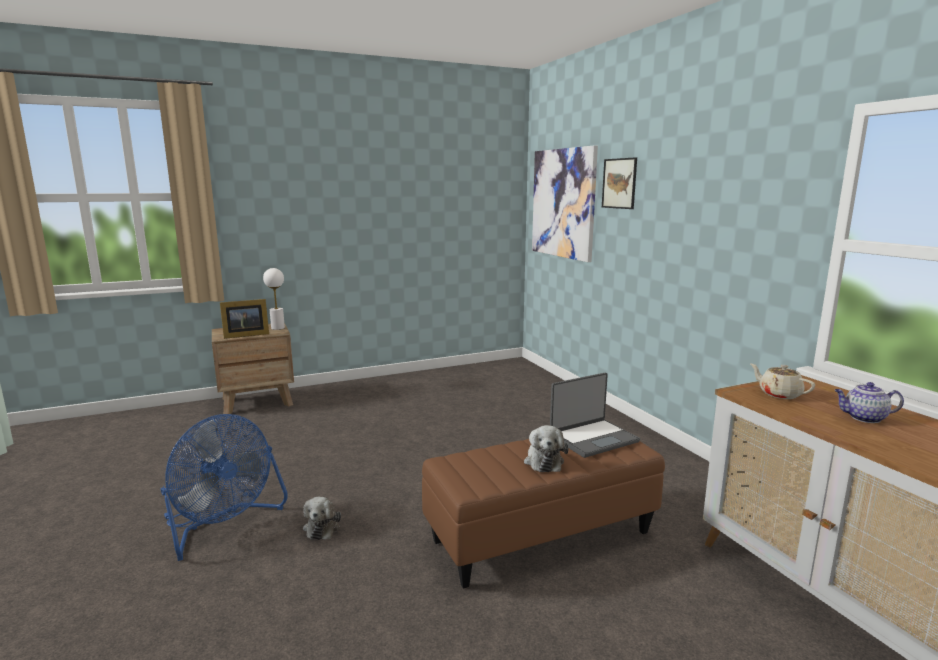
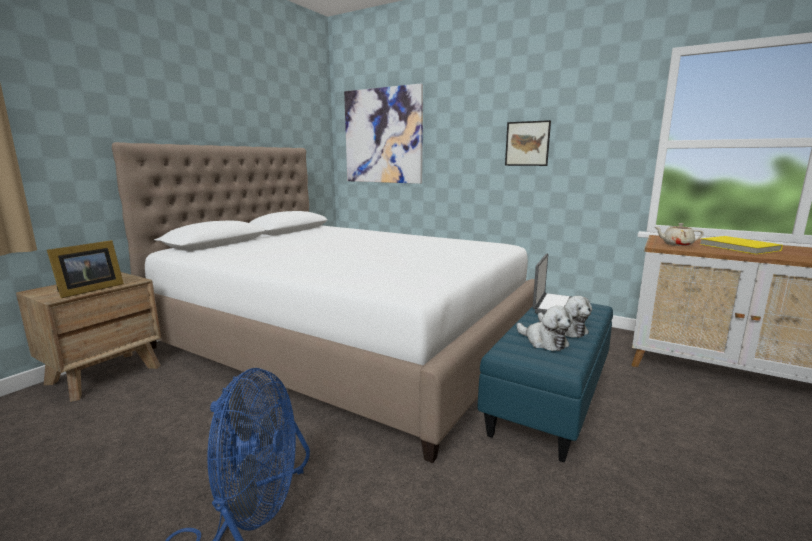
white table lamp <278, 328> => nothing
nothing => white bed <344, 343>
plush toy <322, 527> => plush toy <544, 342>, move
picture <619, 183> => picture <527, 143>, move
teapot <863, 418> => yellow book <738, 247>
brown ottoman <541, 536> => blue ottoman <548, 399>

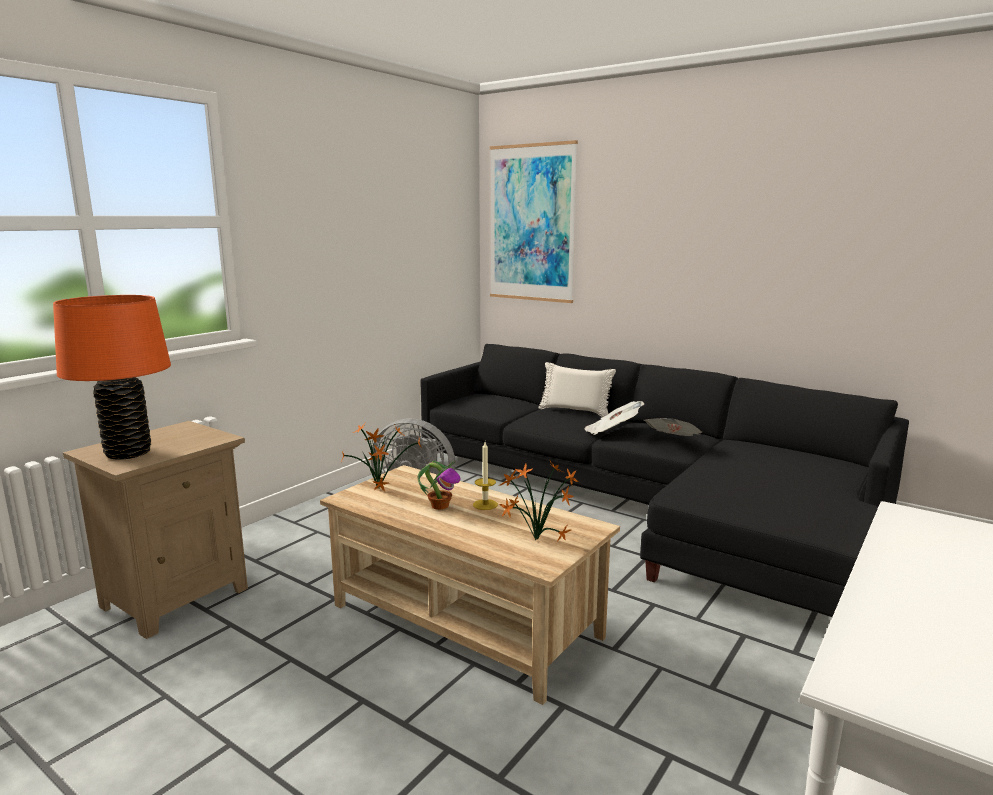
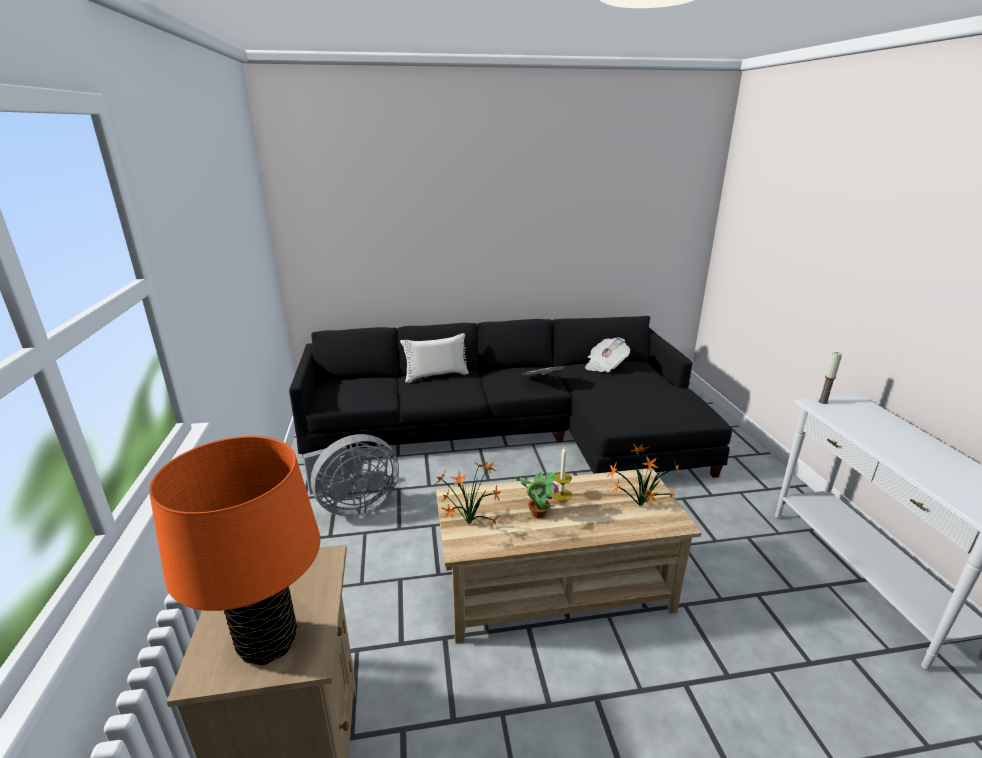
picture <532, 223> => nothing
nothing => candle <823, 402>
newspaper <612, 432> => newspaper <605, 366>, move

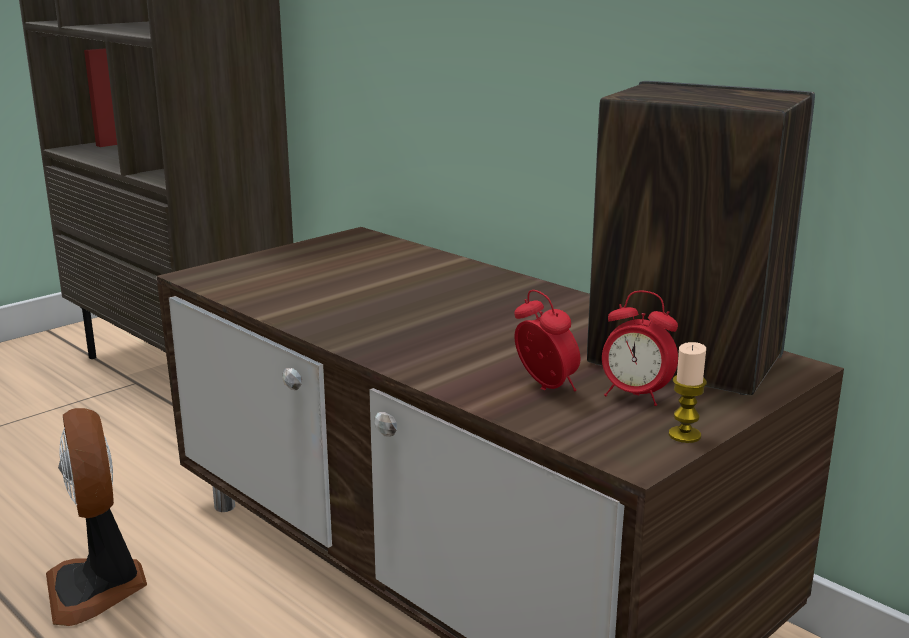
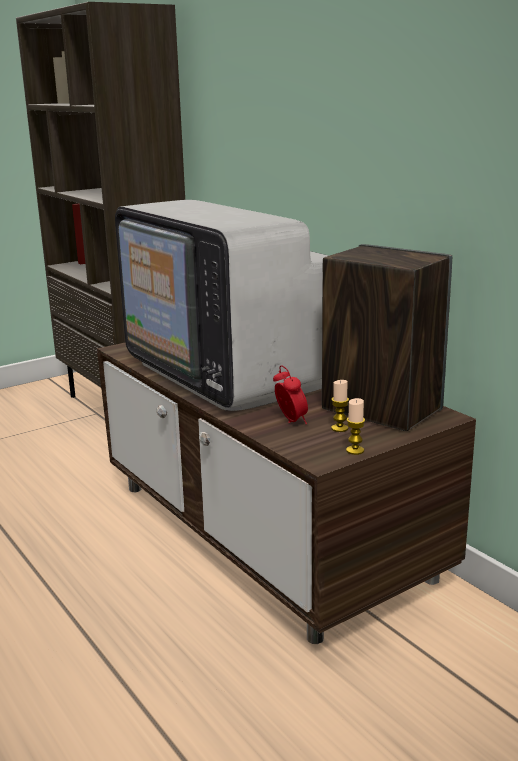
fan <98, 587> => nothing
nothing => television <230, 373>
alarm clock <635, 396> => candle <339, 428>

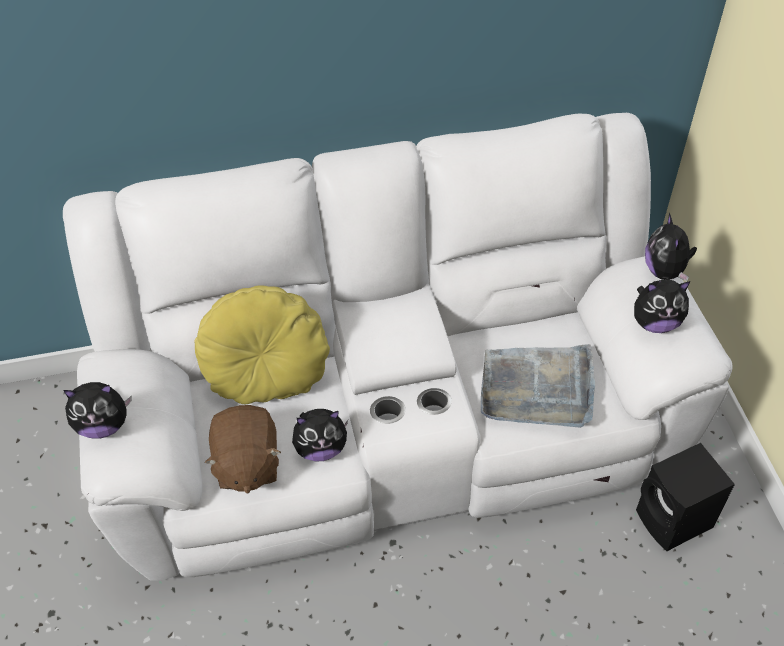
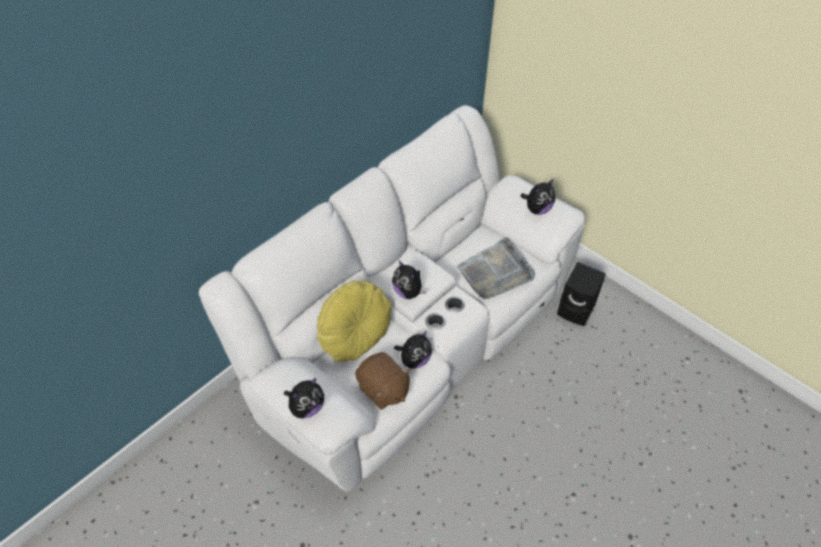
plush toy <665, 271> => plush toy <408, 292>, move

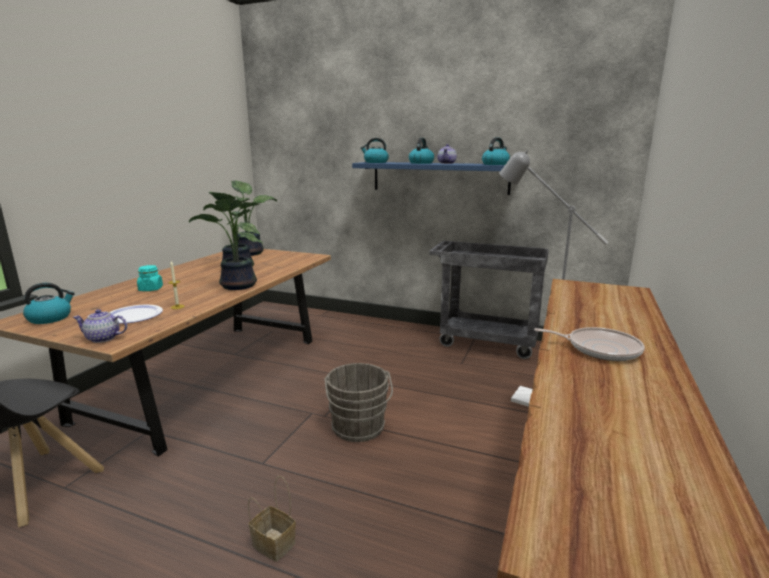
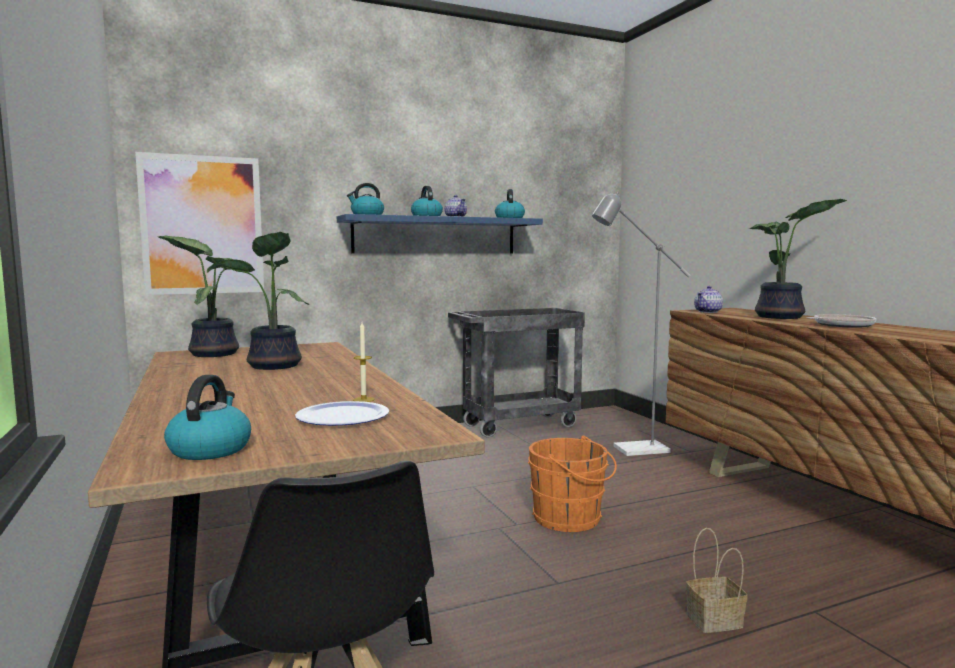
turquoise jar <151, 289> => nothing
nothing => picture <202, 225>
teapot <103, 338> => teapot <708, 312>, move
potted plant <236, 286> => potted plant <781, 317>, move
grey bucket <358, 429> => orange bucket <570, 519>

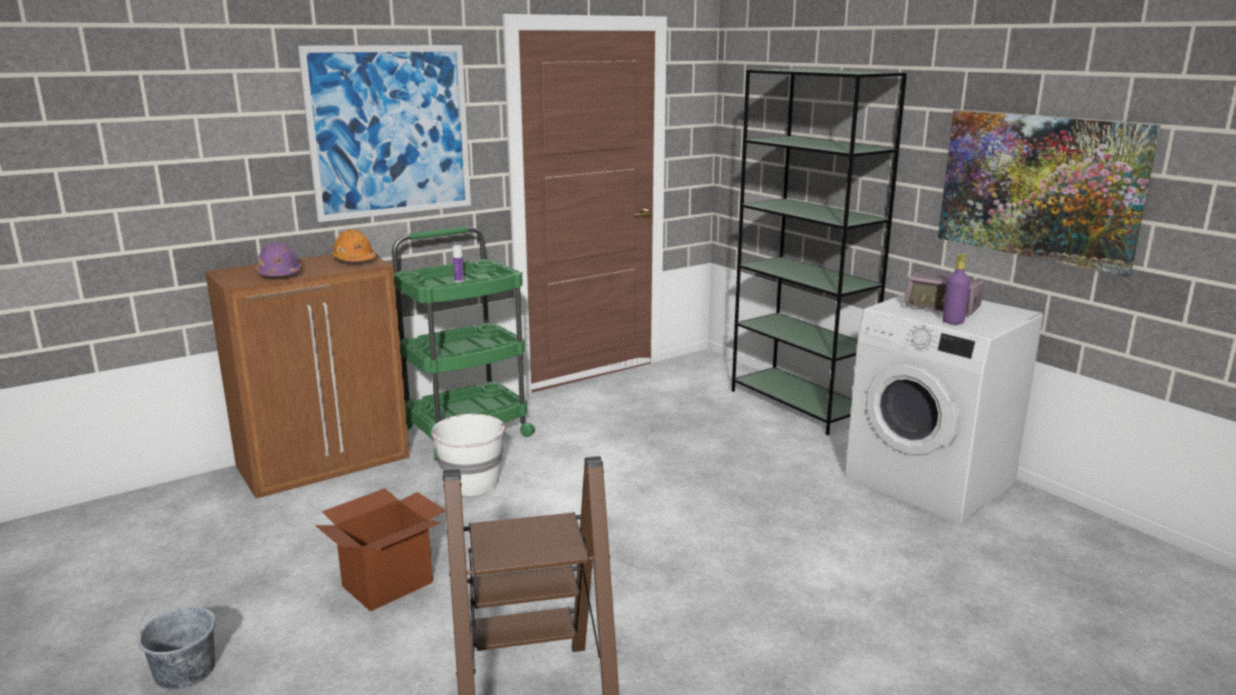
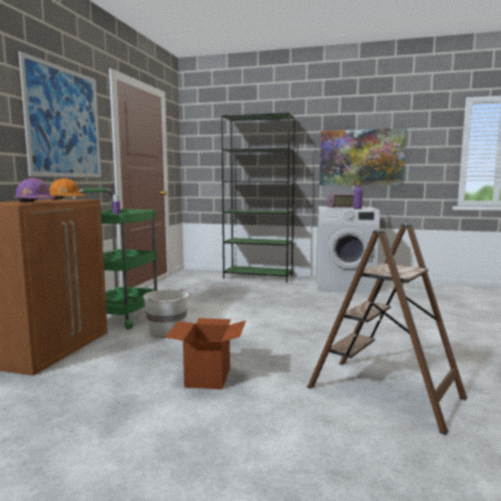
grey bucket <184, 671> => nothing

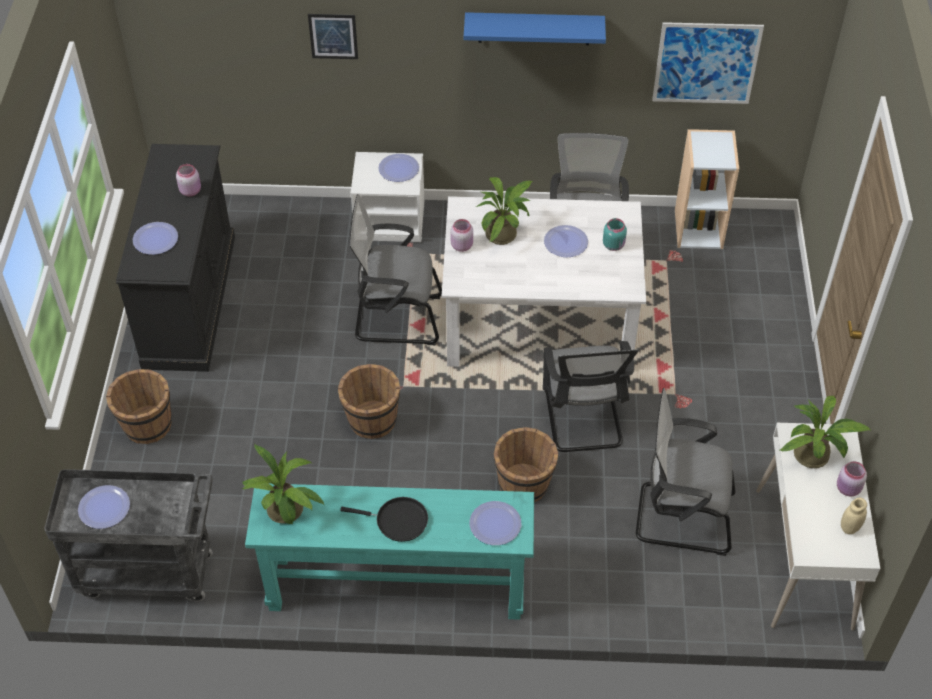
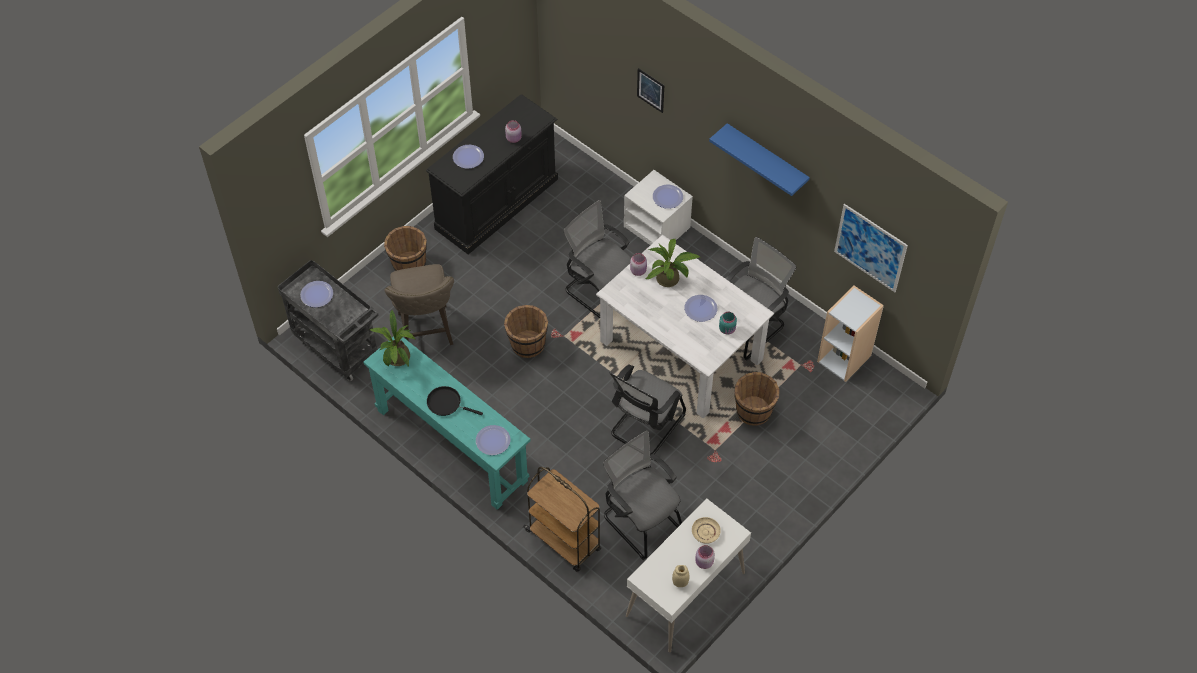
nothing => beige stool <426, 331>
nothing => brown cart <563, 541>
brown bucket <524, 485> => brown bucket <753, 411>, move
potted plant <815, 457> => beige plate <705, 532>
black frying pan <398, 521> => black frying pan <446, 403>, 150 degrees clockwise

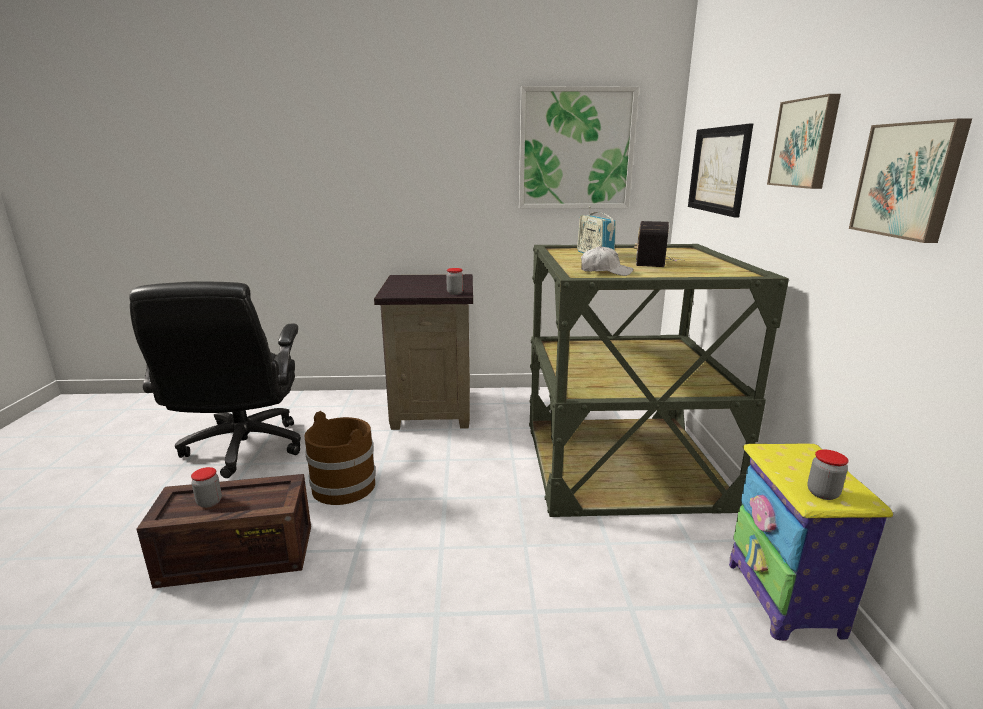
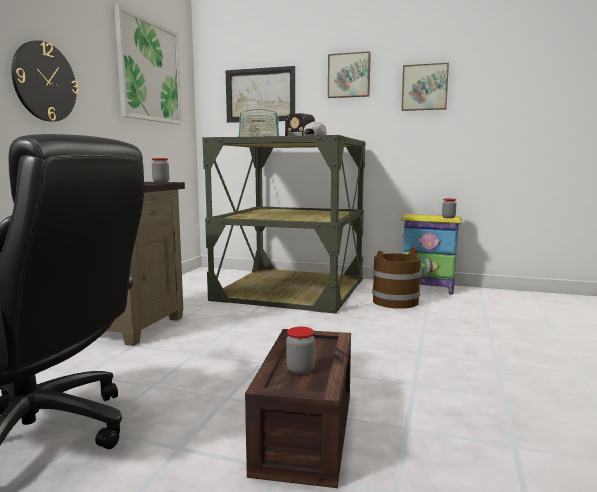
nothing => wall clock <45, 82>
brown bucket <344, 486> => brown bucket <395, 301>, move

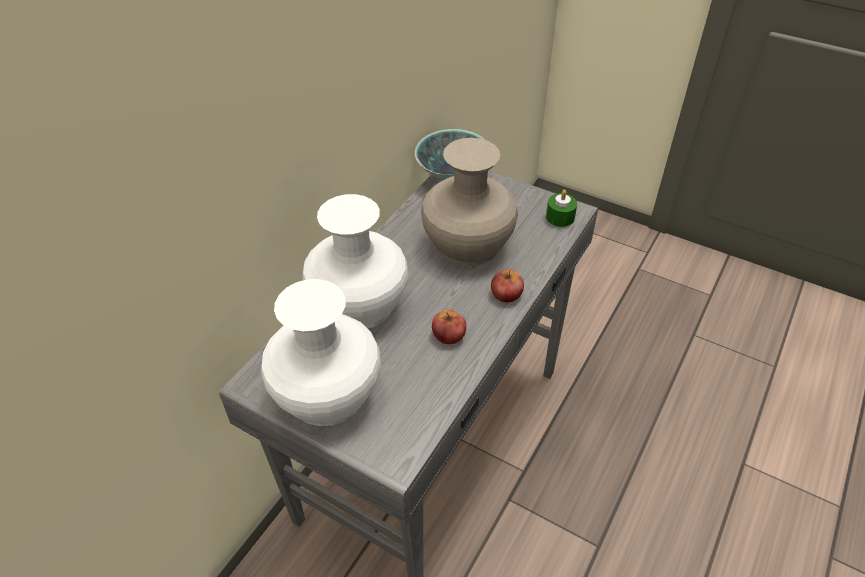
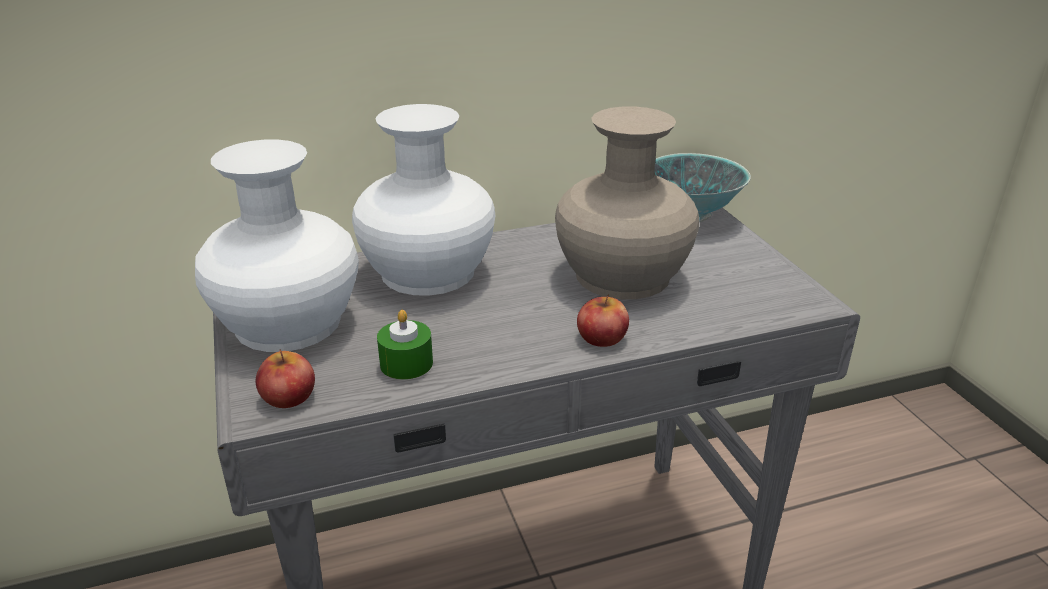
apple <448, 335> => apple <288, 396>, move
green candle <560, 217> => green candle <406, 363>, move

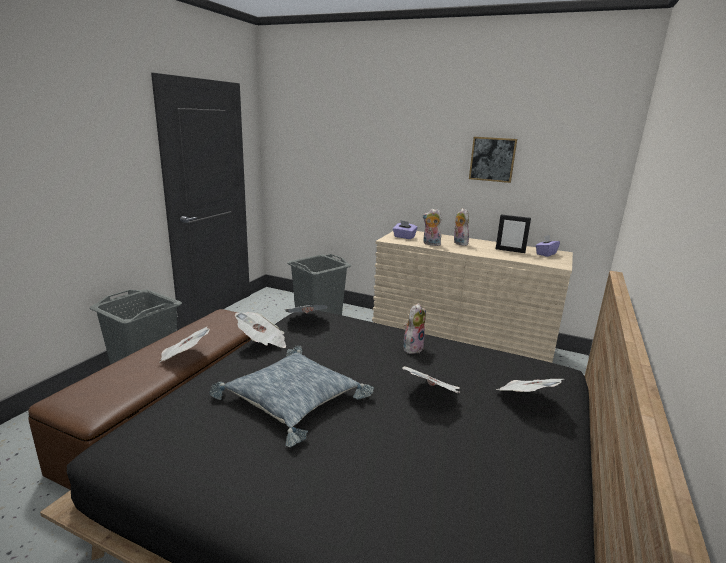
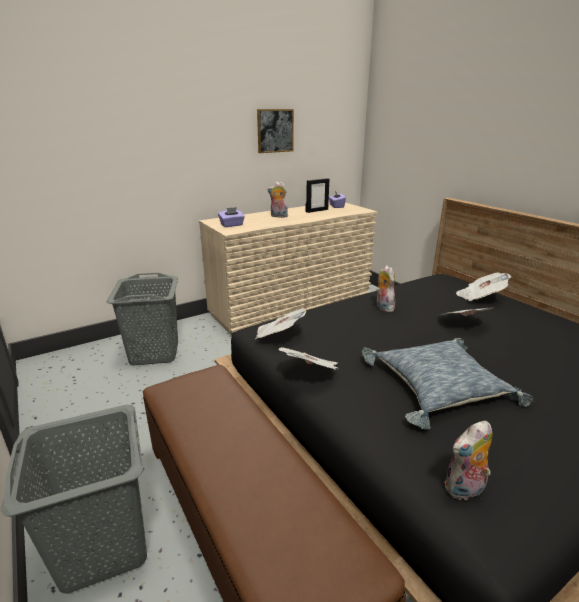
newspaper <184, 356> => nothing
plush toy <430, 244> => plush toy <464, 490>, move

